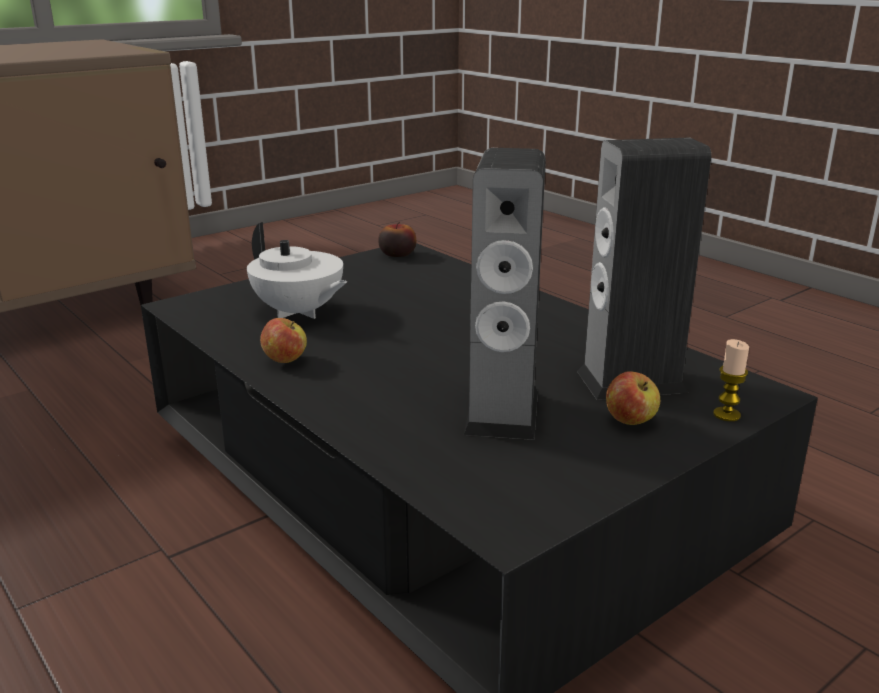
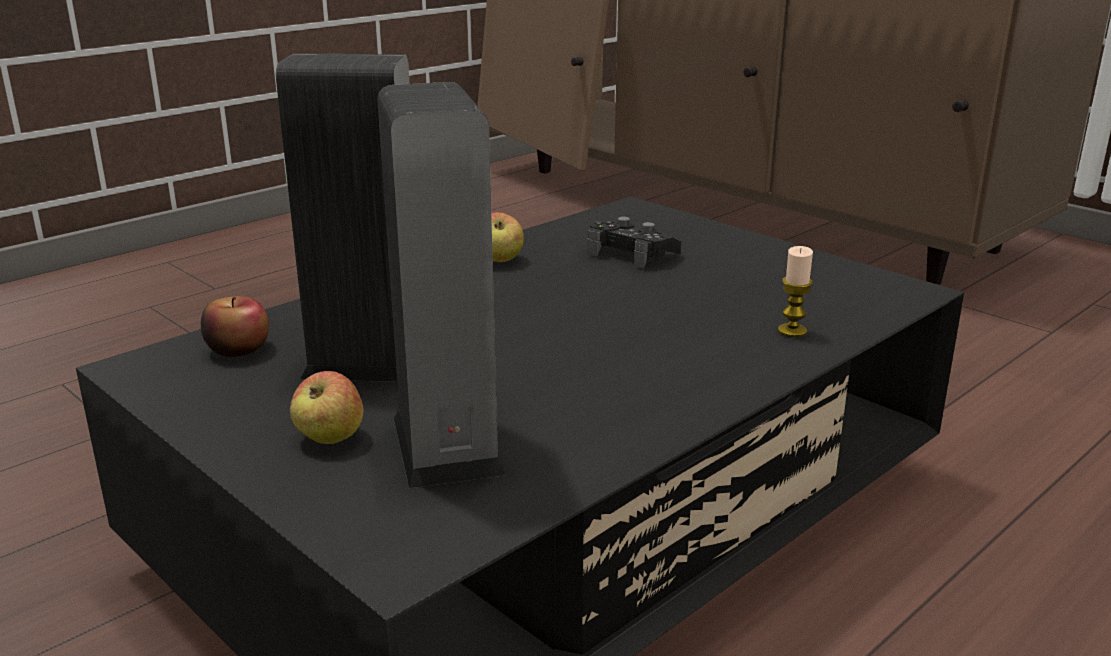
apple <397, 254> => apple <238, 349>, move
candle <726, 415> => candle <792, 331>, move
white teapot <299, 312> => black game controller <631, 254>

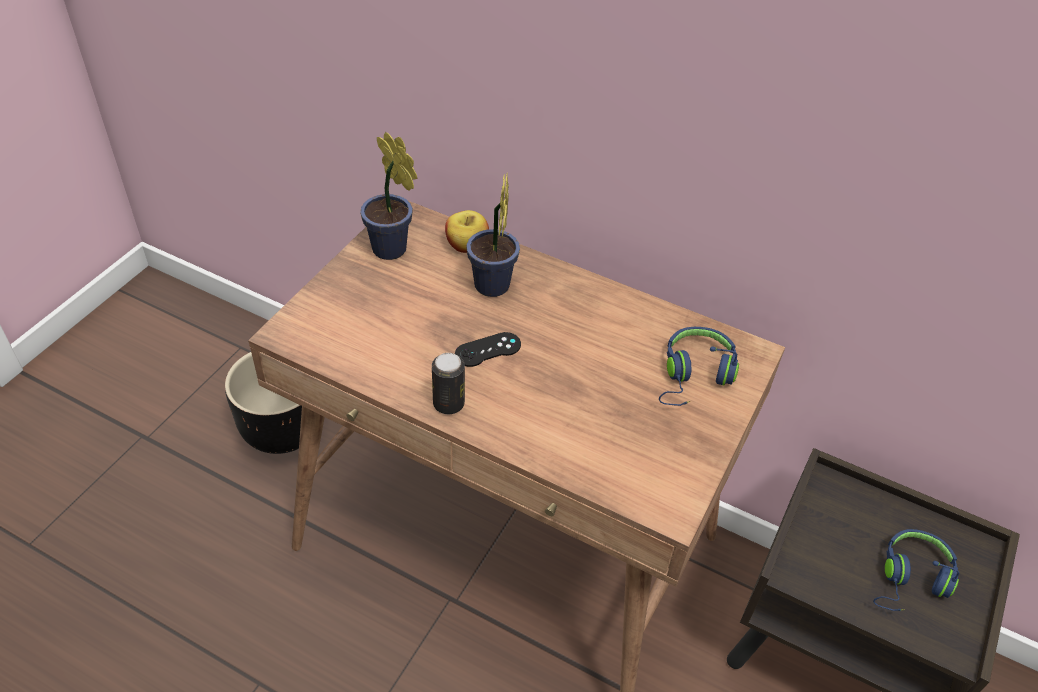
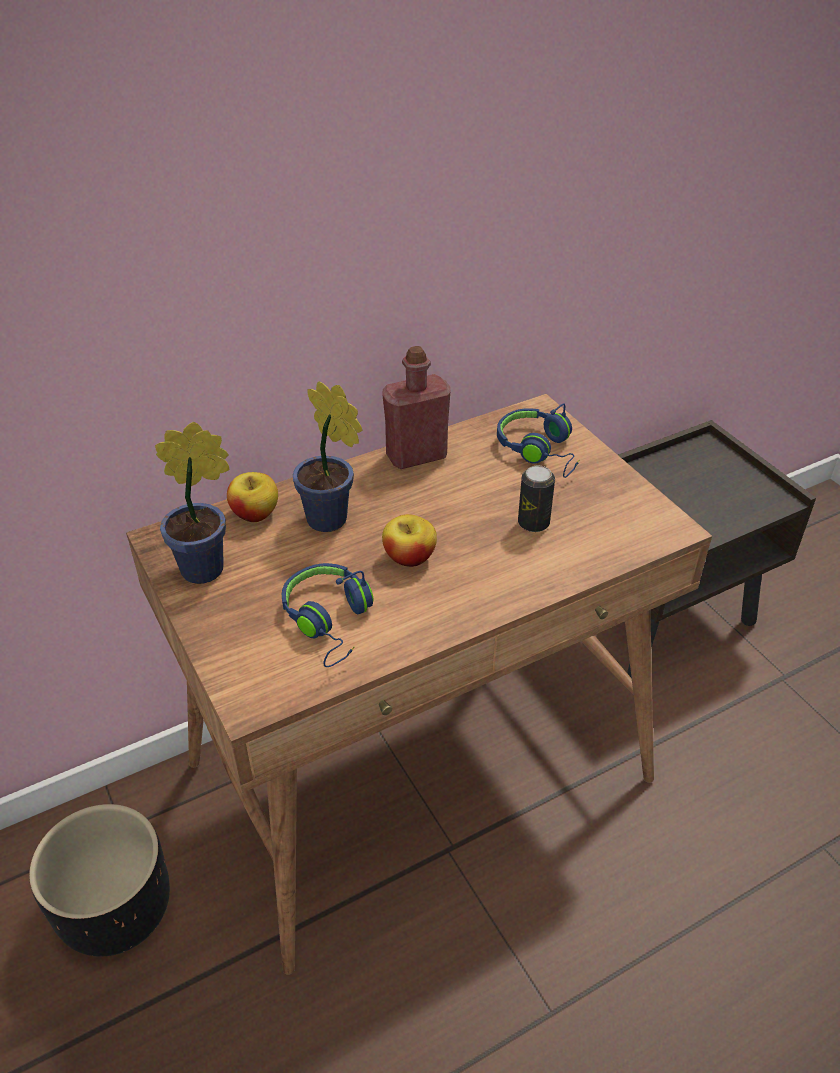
nothing => red bottle <416, 456>
can <448, 403> => can <533, 523>, move
blue headphones <911, 579> => blue headphones <330, 621>, move
black game controller <488, 350> => apple <409, 557>

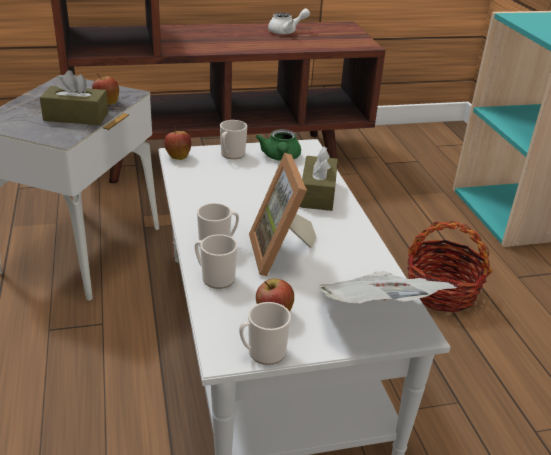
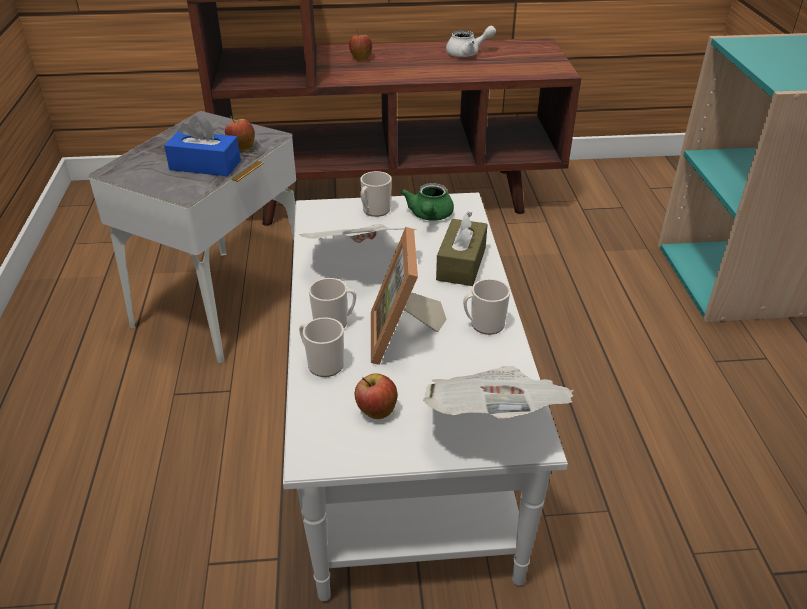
basket <441, 291> => nothing
nothing => newspaper <360, 257>
apple <178, 156> => apple <361, 58>, move
mug <262, 352> => mug <483, 324>, move
brown tissue box <76, 117> => blue tissue box <205, 165>

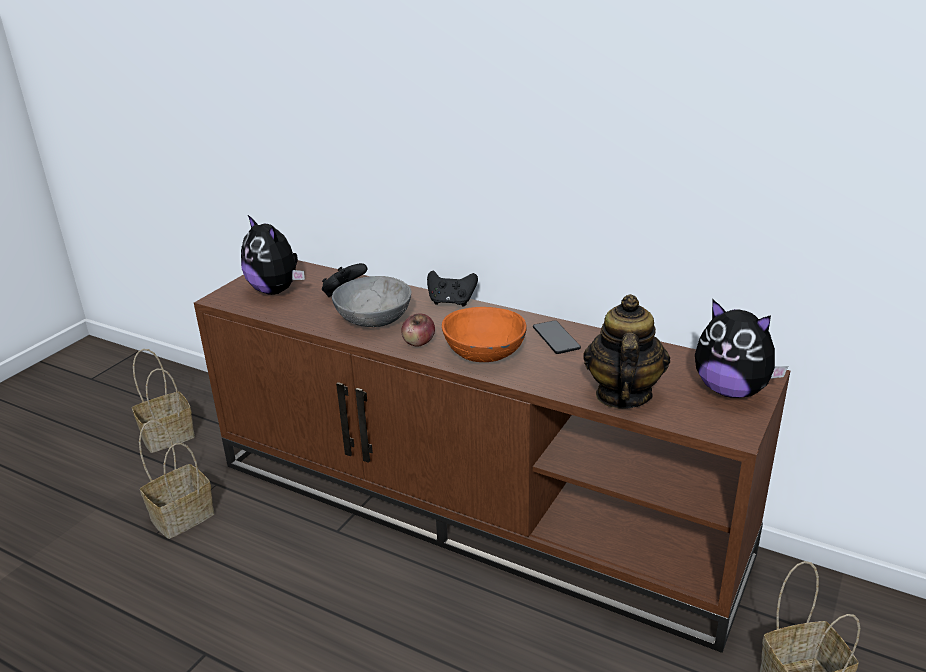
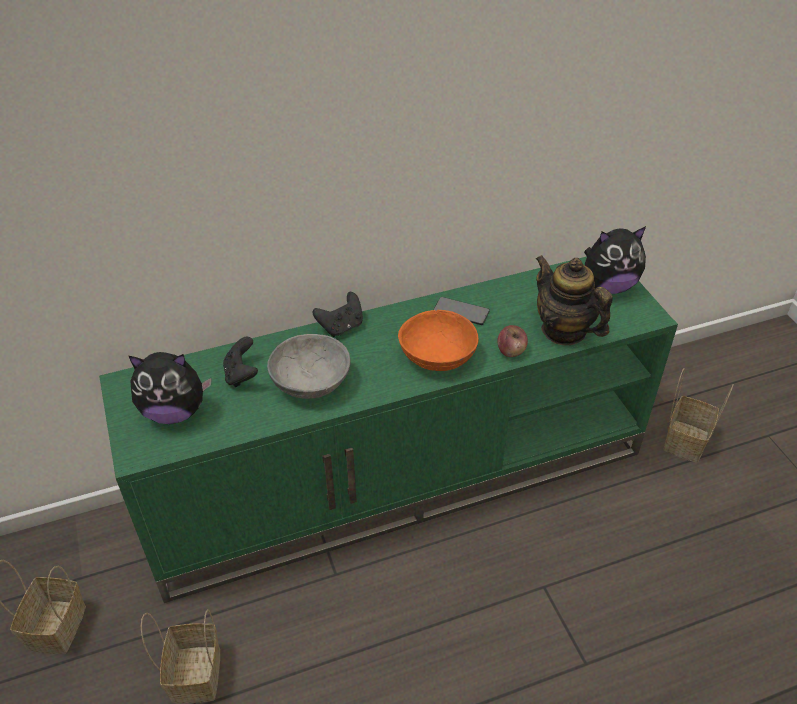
apple <419, 343> => apple <511, 351>, move
brown tv stand <474, 506> => green tv stand <399, 476>

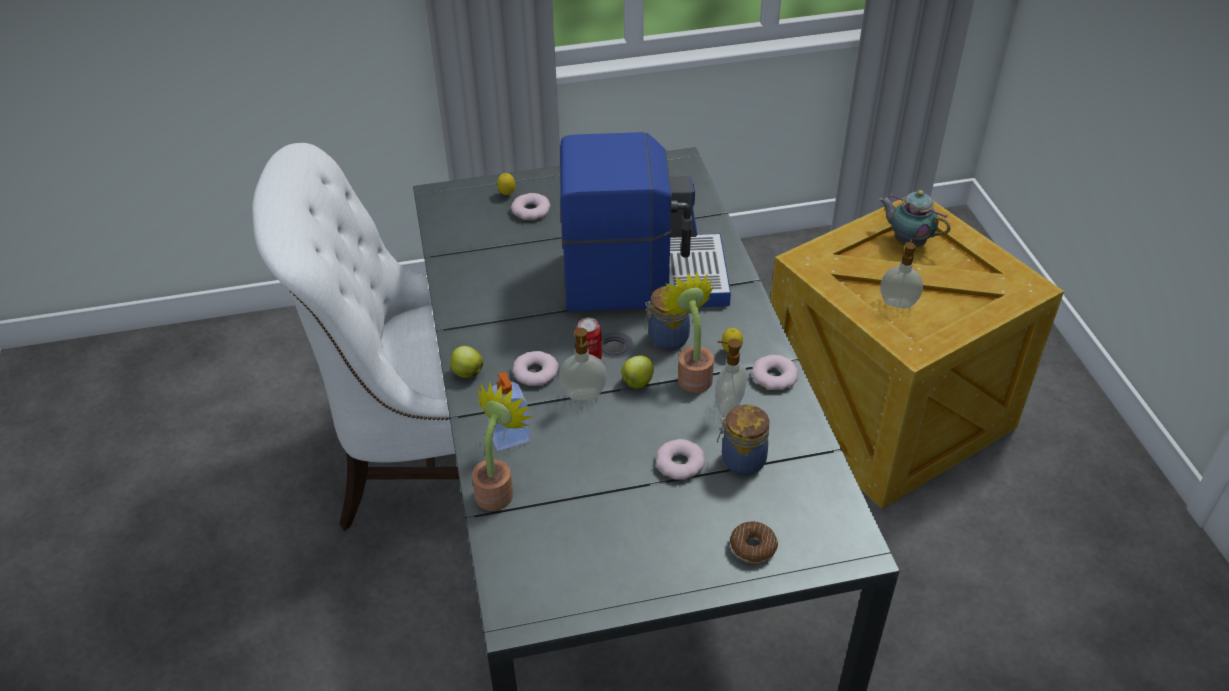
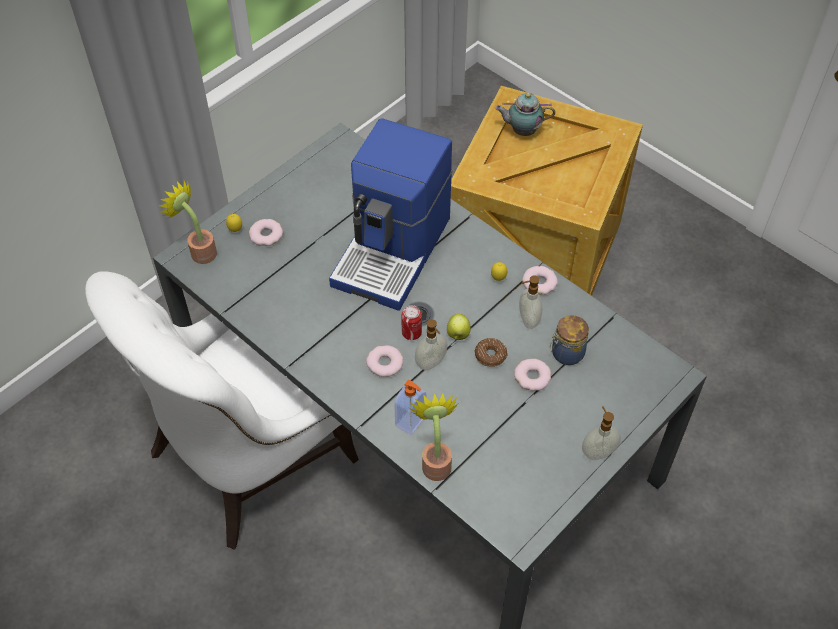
apple <467, 372> => nothing
jar <666, 338> => nothing
potted plant <692, 375> => potted plant <199, 251>, move
donut <753, 547> => donut <490, 355>, move
soap dispenser <898, 302> => soap dispenser <598, 452>, move
coffee machine <643, 277> => coffee machine <394, 251>, 150 degrees clockwise

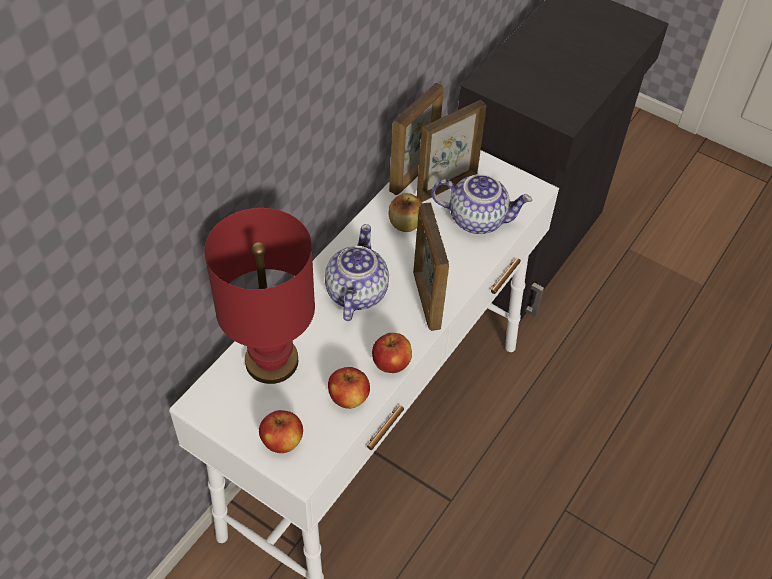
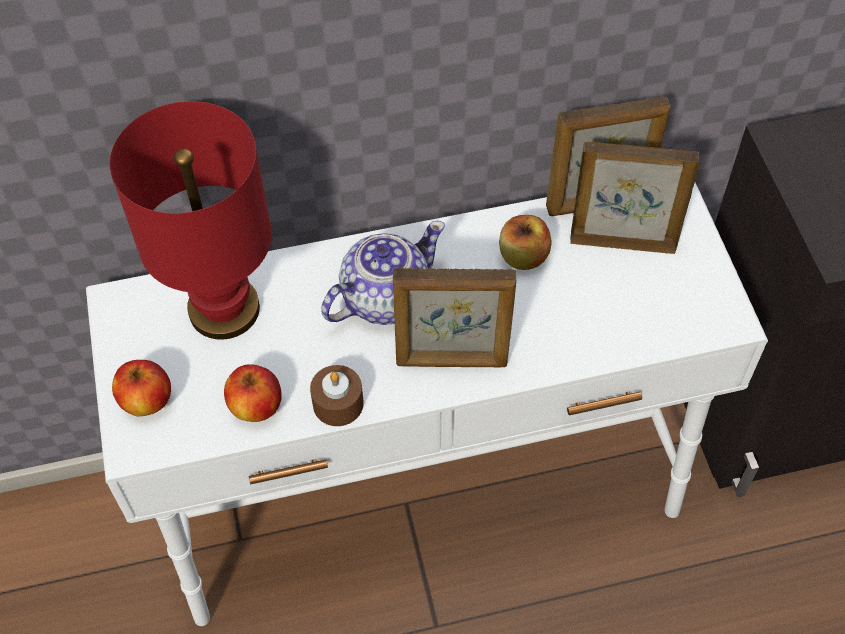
teapot <478, 218> => nothing
apple <391, 363> => brown candle <338, 403>
picture frame <426, 300> => picture frame <452, 361>, 120 degrees counterclockwise

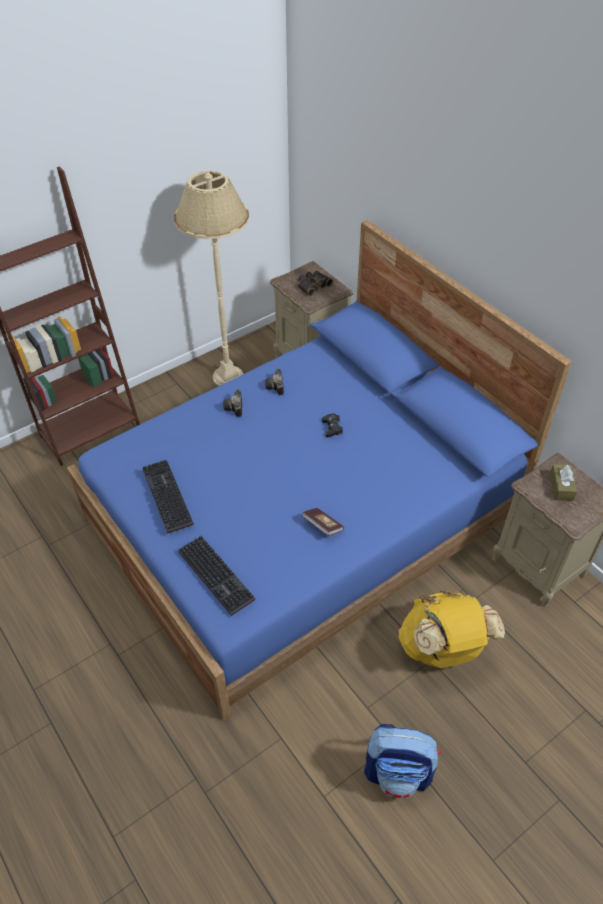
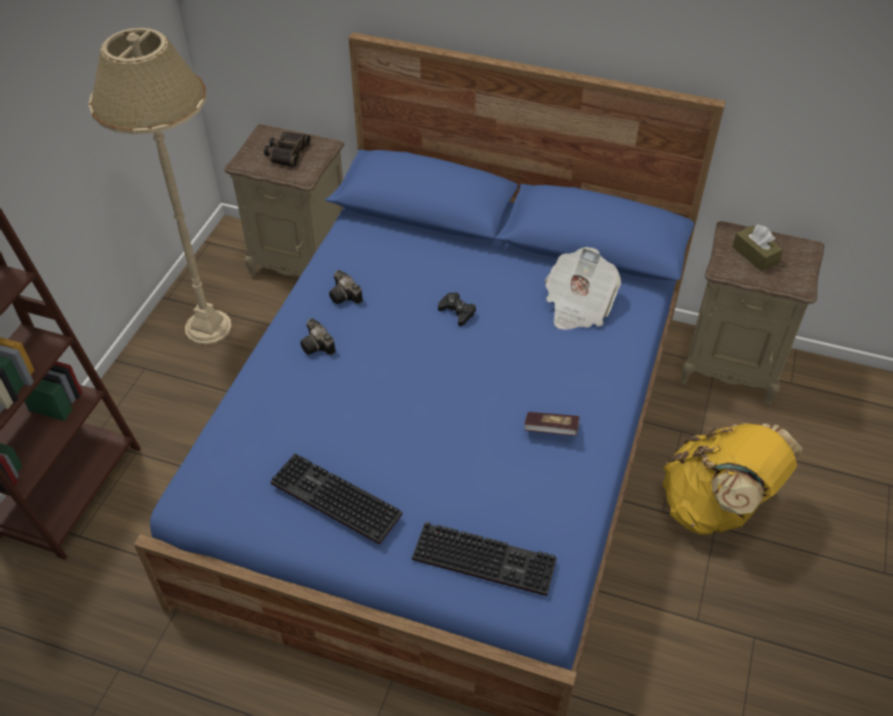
backpack <398, 773> => nothing
nothing => newspaper <578, 305>

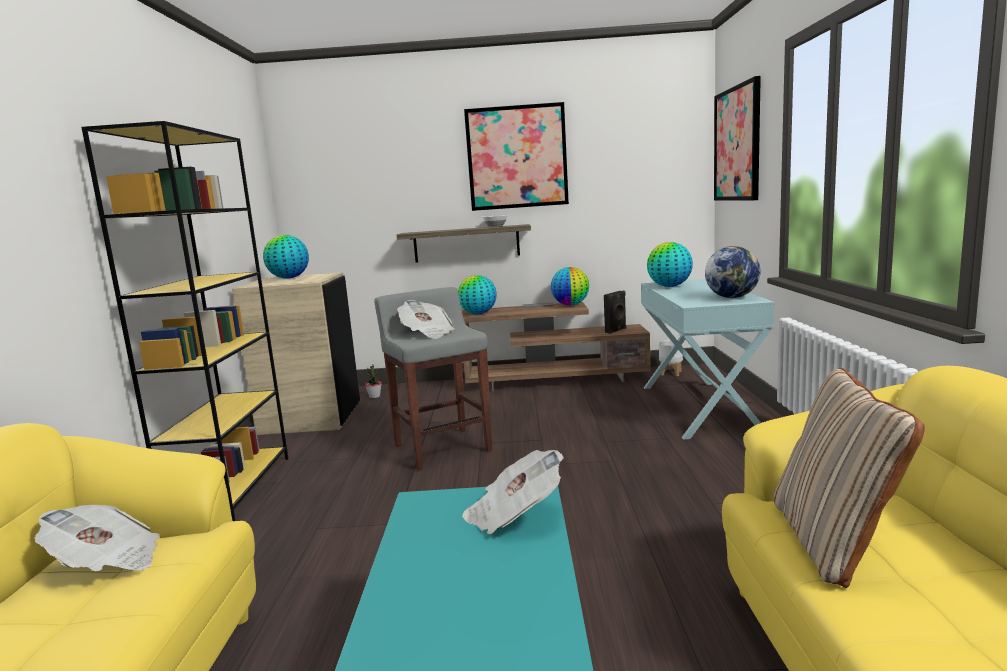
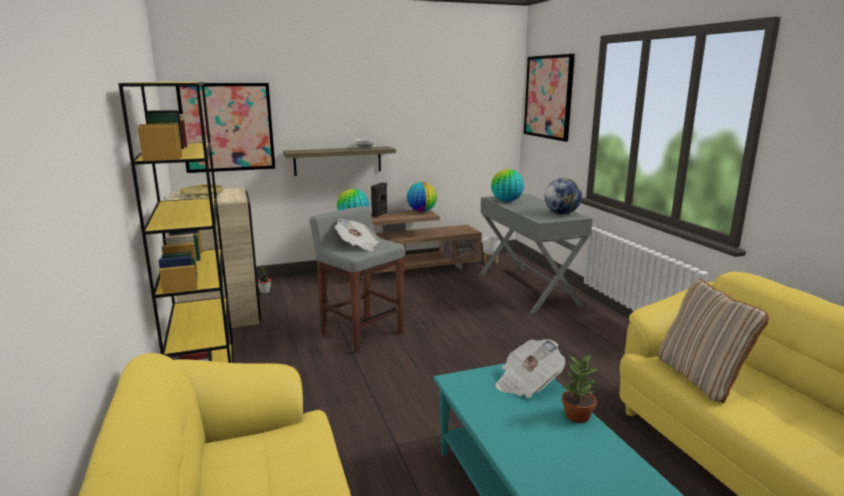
newspaper <107, 563> => nothing
nothing => potted plant <576, 416>
picture <517, 157> => picture <227, 127>, move
black speaker <616, 330> => black speaker <380, 214>, move
globe <289, 278> => yellow tray <202, 194>
turquoise desk <699, 407> => grey desk <527, 288>

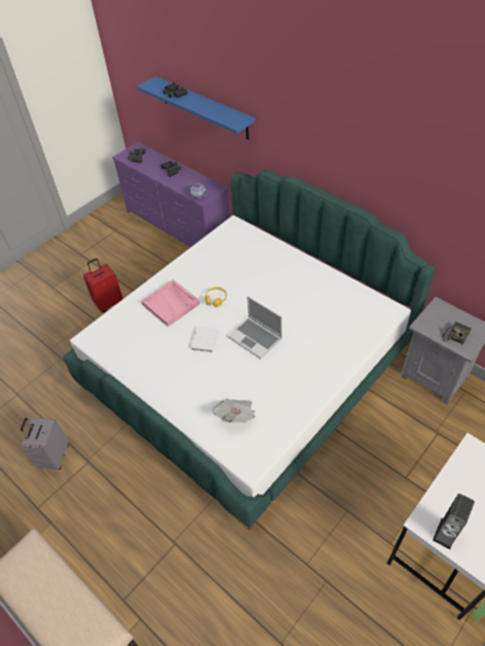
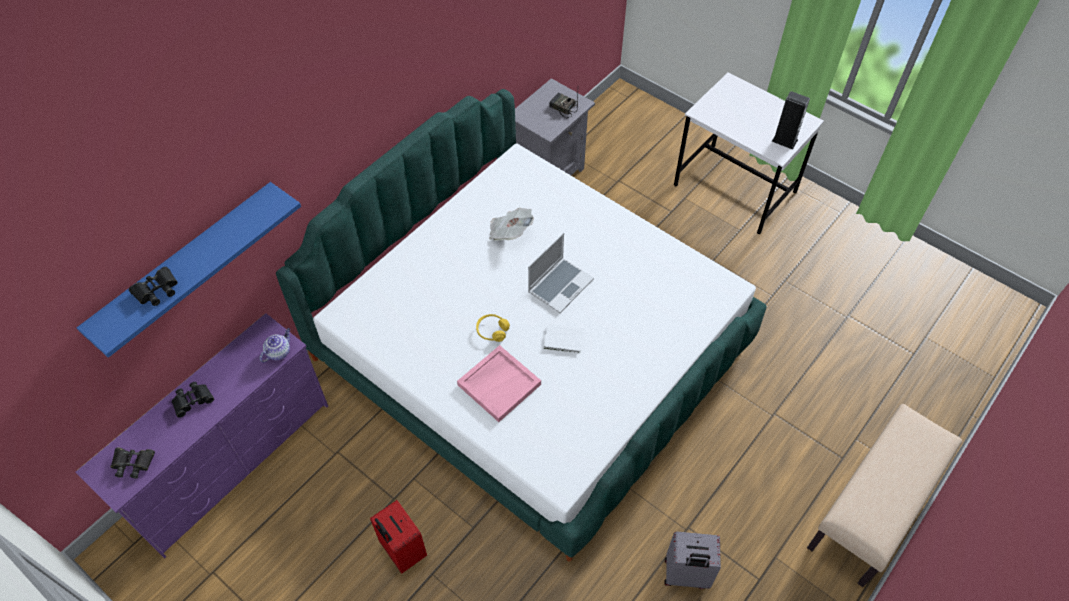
newspaper <236, 416> => newspaper <510, 232>, move

